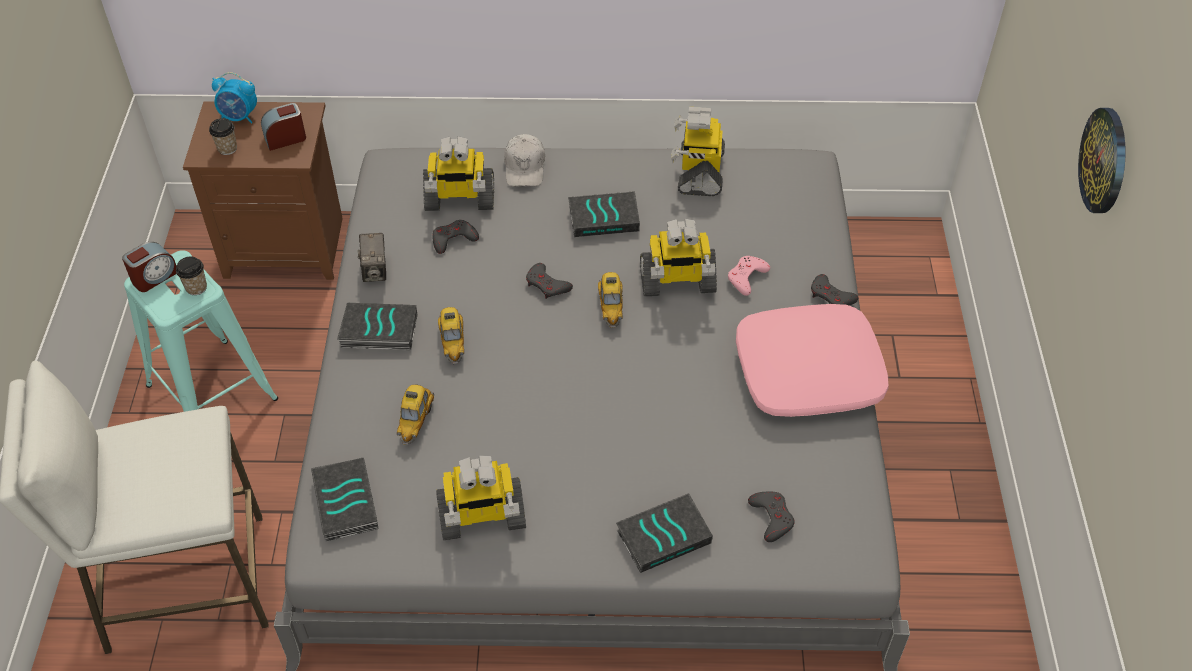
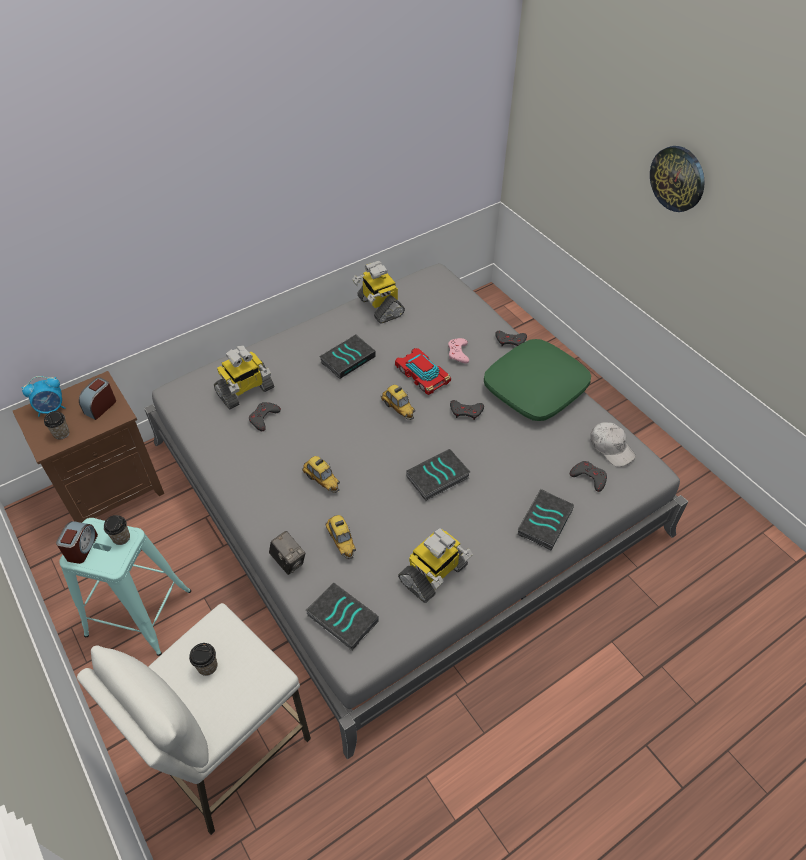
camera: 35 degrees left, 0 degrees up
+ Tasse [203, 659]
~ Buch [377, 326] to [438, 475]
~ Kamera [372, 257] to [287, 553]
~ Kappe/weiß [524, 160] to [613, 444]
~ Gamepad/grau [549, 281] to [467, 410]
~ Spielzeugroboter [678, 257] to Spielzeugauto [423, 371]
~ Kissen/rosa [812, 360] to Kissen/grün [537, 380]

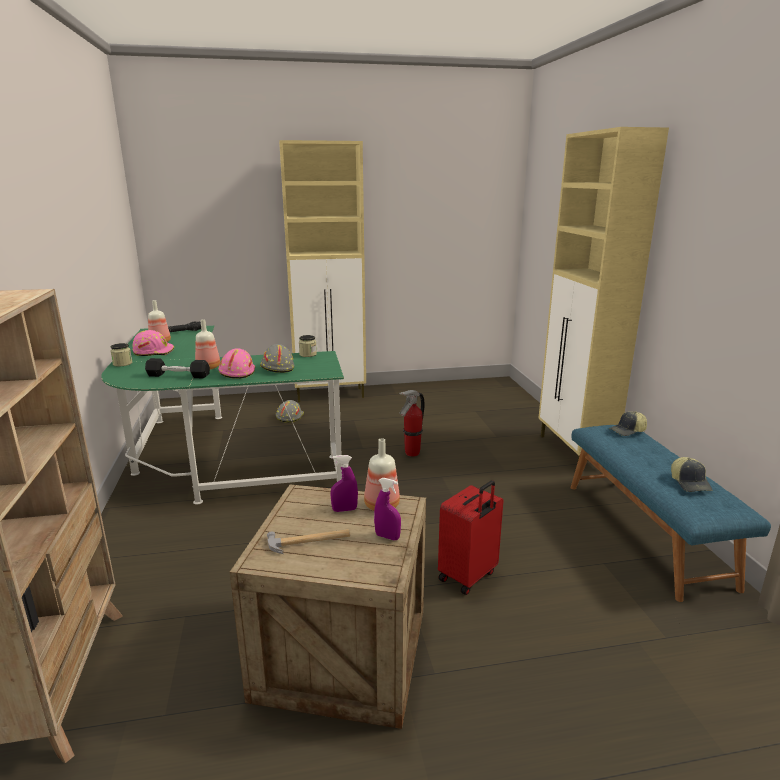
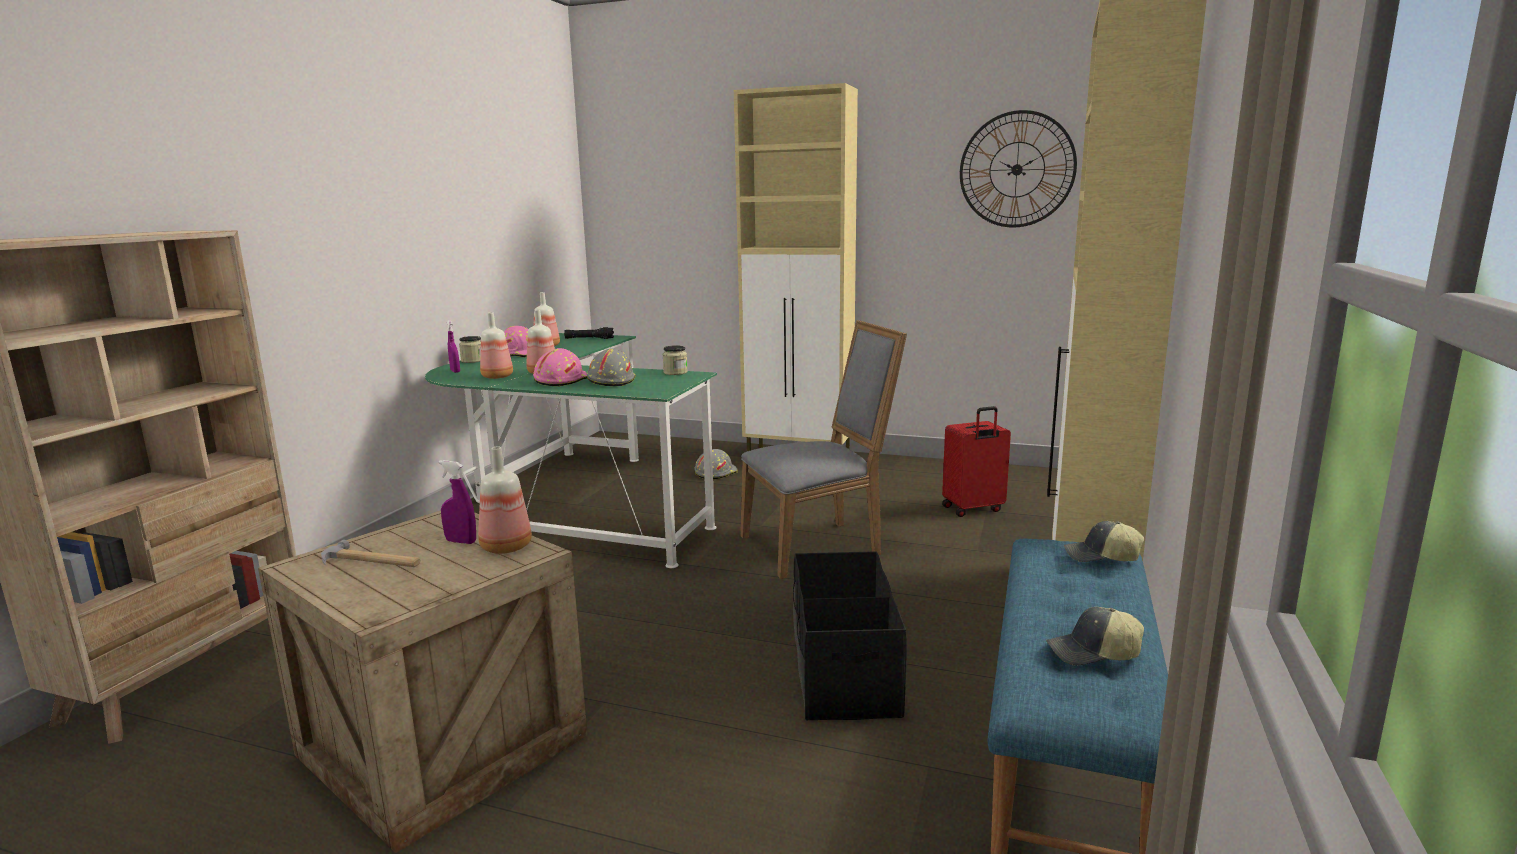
camera: 30 degrees right, 5 degrees down
+ Aufbewahrungsbox/schwarz [850, 635]
+ Wanduhr [1018, 169]
~ Sprühflasche/lila [387, 509] to [453, 346]
~ Koffer/rot [471, 537] to [976, 461]
~ Hantel/schwarz [177, 368] to Flasche [496, 345]
~ Feuerlöscher [412, 423] to Stuhl/grau [823, 449]
~ Kappe [691, 474] = [1095, 636] 60 degrees clockwise

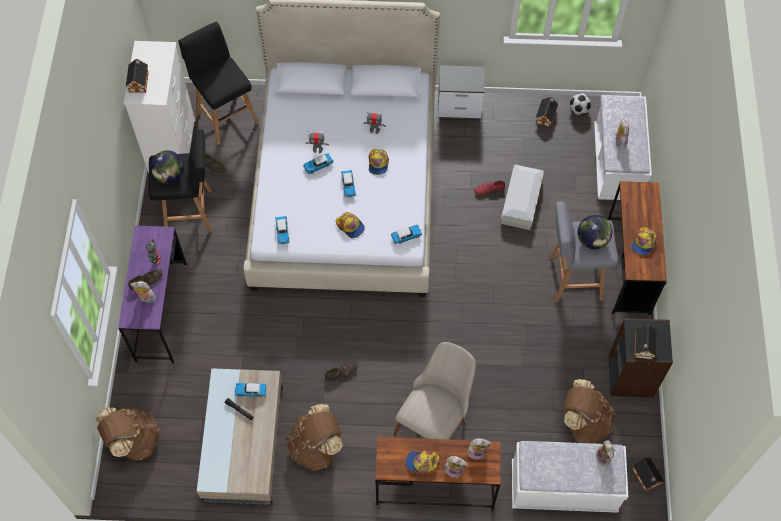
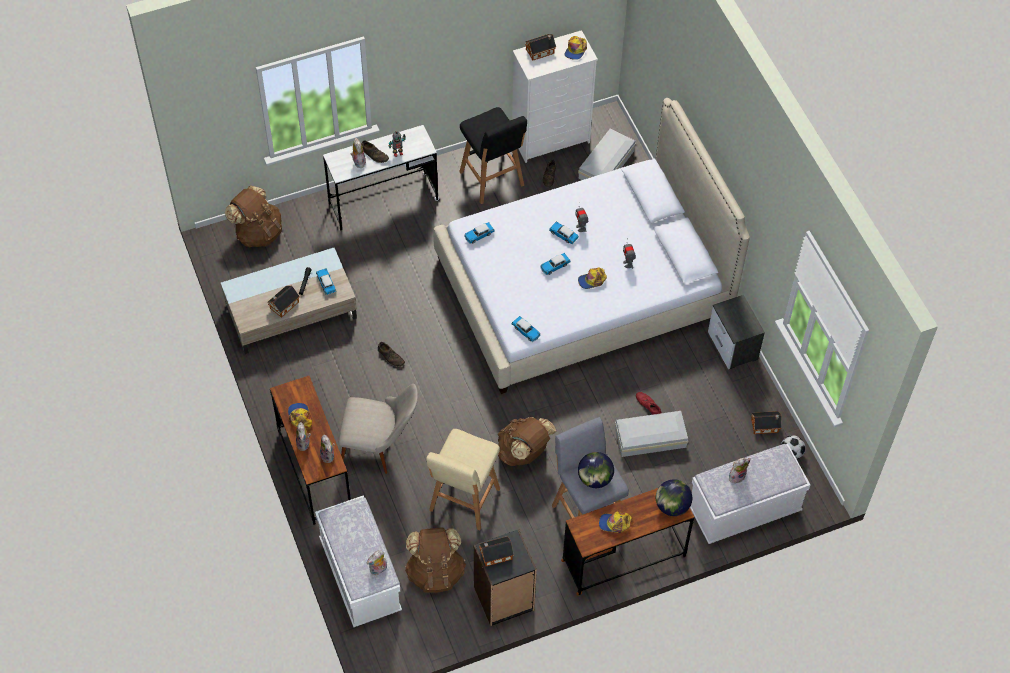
camera: 65 degrees right, 5 degrees down
+ Hocker/beige [463, 480]
~ Globus [167, 167] to [674, 497]
~ Rucksack/braun [314, 437] to [527, 441]
~ Kappe [350, 225] to [575, 48]
~ Spielzeughaus [648, 474] to [284, 302]
~ Hocker/schwarz [219, 83] to Aufbewahrungsbox/weiß [607, 154]
~ Schreibtisch/lila [152, 294] to Schreibtisch/weiß [381, 178]

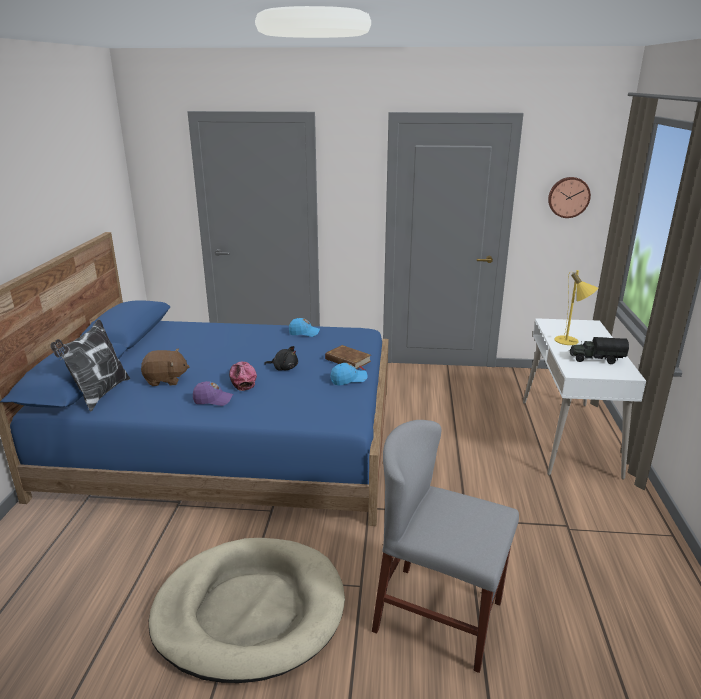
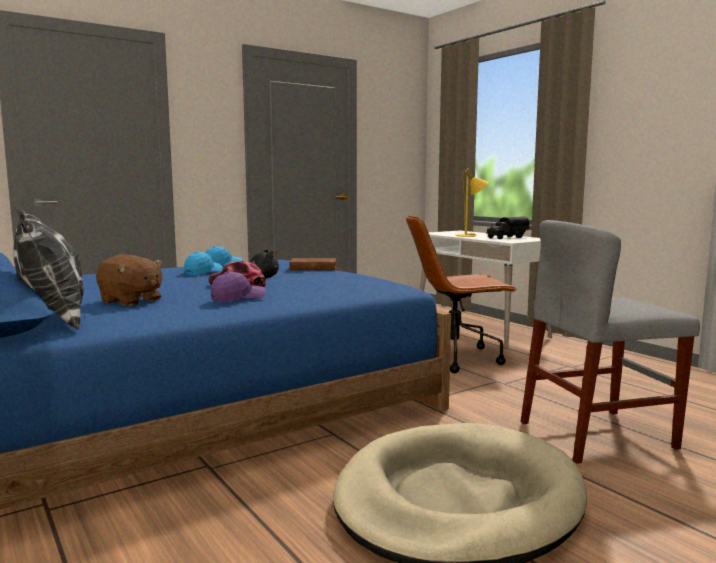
camera: 40 degrees left, 15 degrees down
- Wanduhr [569, 197]
+ Bürostuhl/braun [461, 294]
~ Kappe/blau [349, 374] to [203, 263]
~ Plüschtier/braun [165, 367] = [129, 280] 75 degrees clockwise

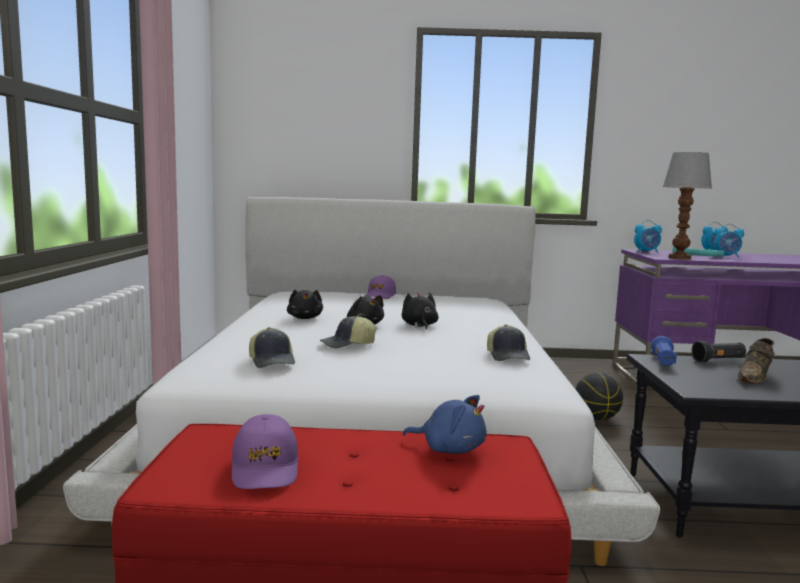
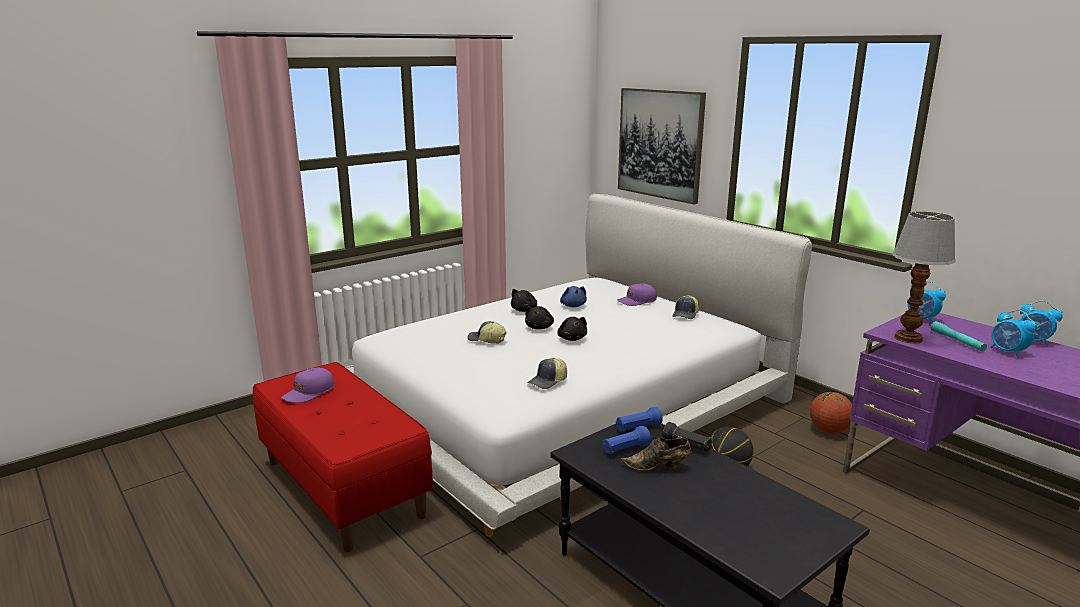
camera: 50 degrees right, 10 degrees up
+ Taschenlampe/blau [626, 440]
+ Bild [662, 146]
+ Basketball [831, 413]
~ Kappe [272, 347] to [685, 307]
~ Plüschtier/blau [445, 424] to [573, 296]
~ Plüschtier/schwarz [420, 311] = [572, 329] 120 degrees clockwise

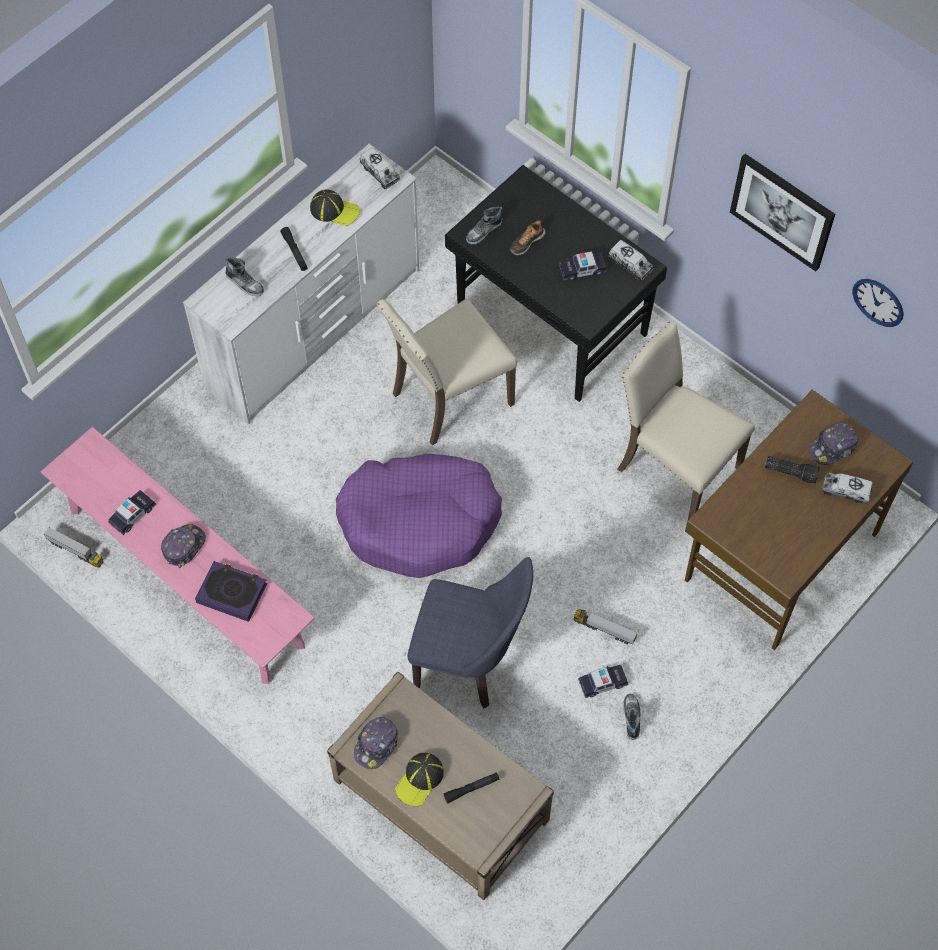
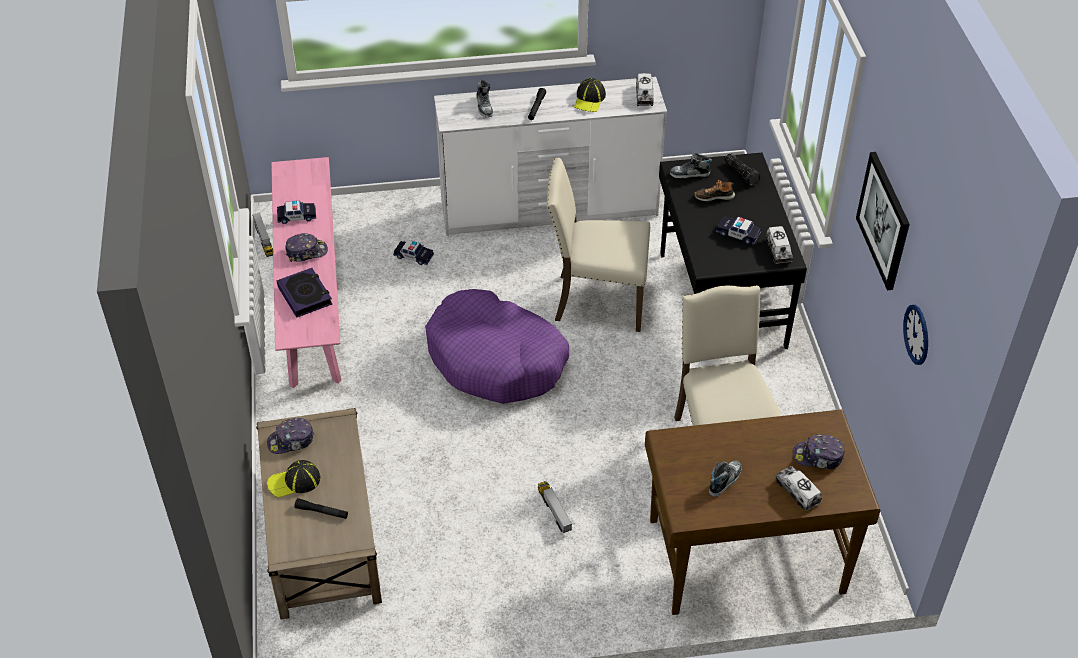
camera: 40 degrees right, 15 degrees down
- Stuhl/blau [470, 633]
~ Spielzeugauto [603, 681] to [413, 252]
~ Schuh [632, 717] to [725, 478]
~ Taschenlampe [792, 470] to [743, 169]
~ Kappe [335, 207] = [590, 95] 45 degrees clockwise

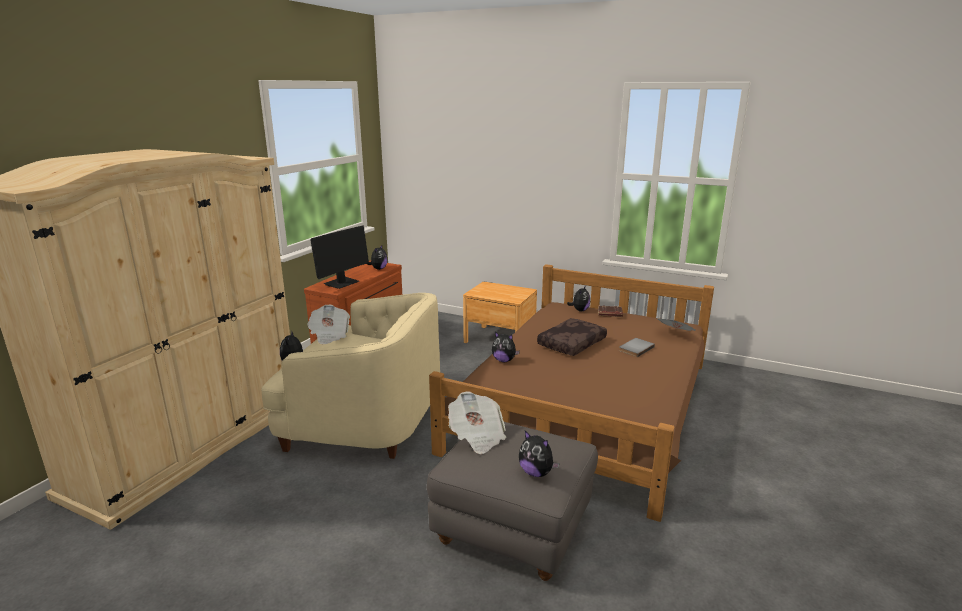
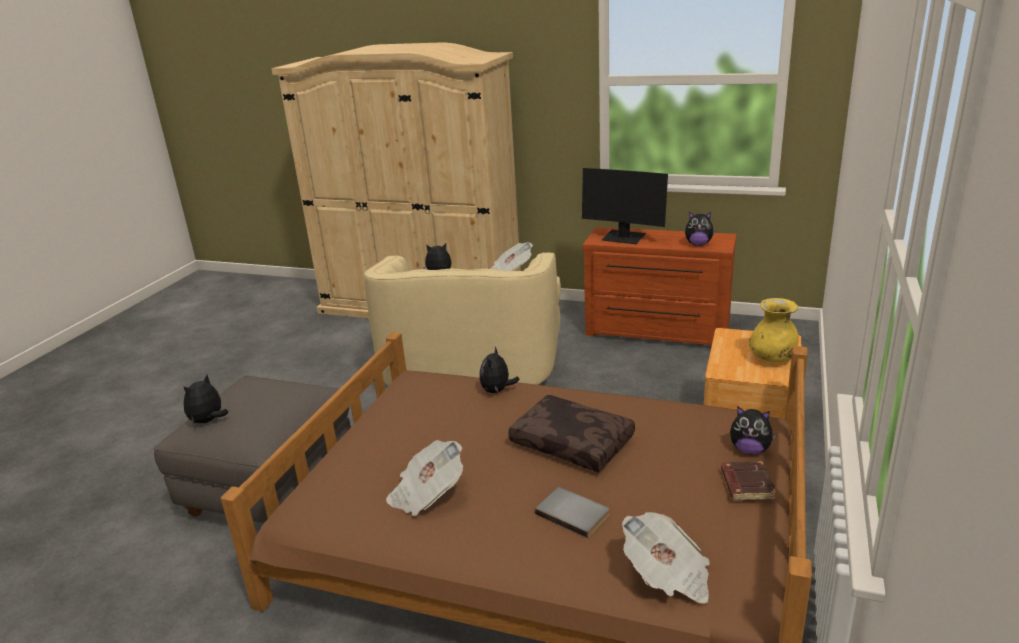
camera: 85 degrees right, 5 degrees up
+ Vase/gelb [773, 330]
~ Zeitung [477, 422] to [424, 478]

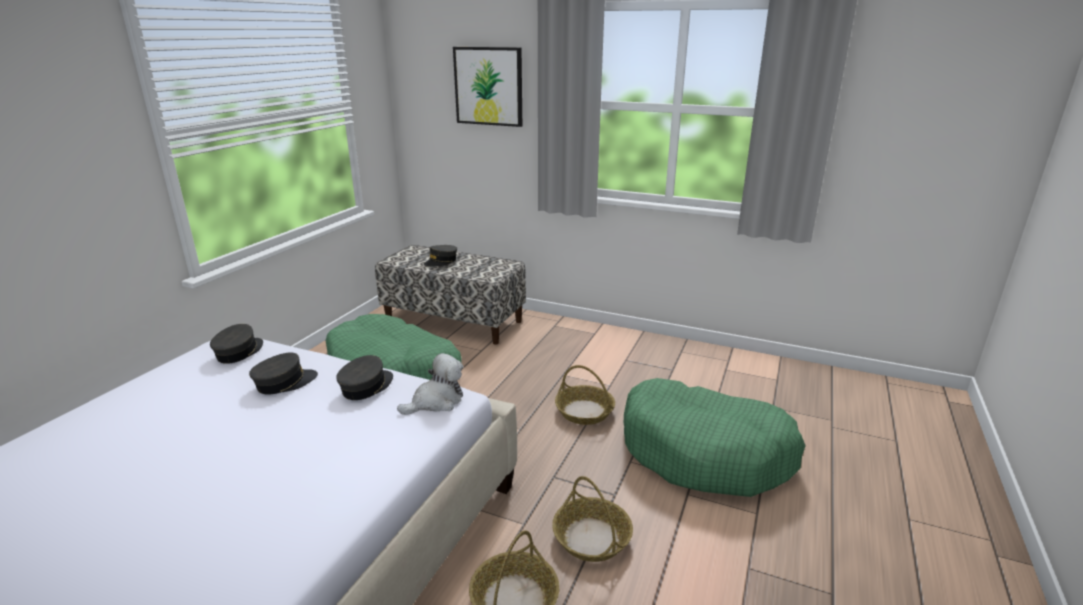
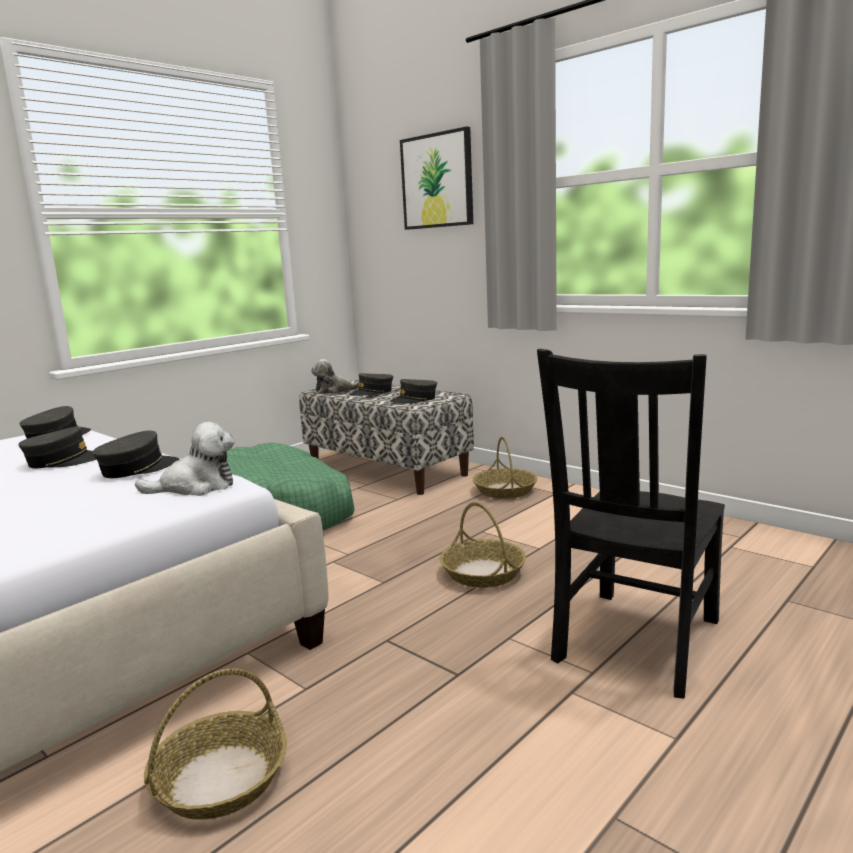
camera: 20 degrees right, 10 degrees down
+ Plüschtier [335, 376]
+ Kappe/grau [413, 391]
~ Korb [592, 519] to [505, 468]
~ Hundebett/grün [715, 437] to Stuhl/schwarz [631, 524]

